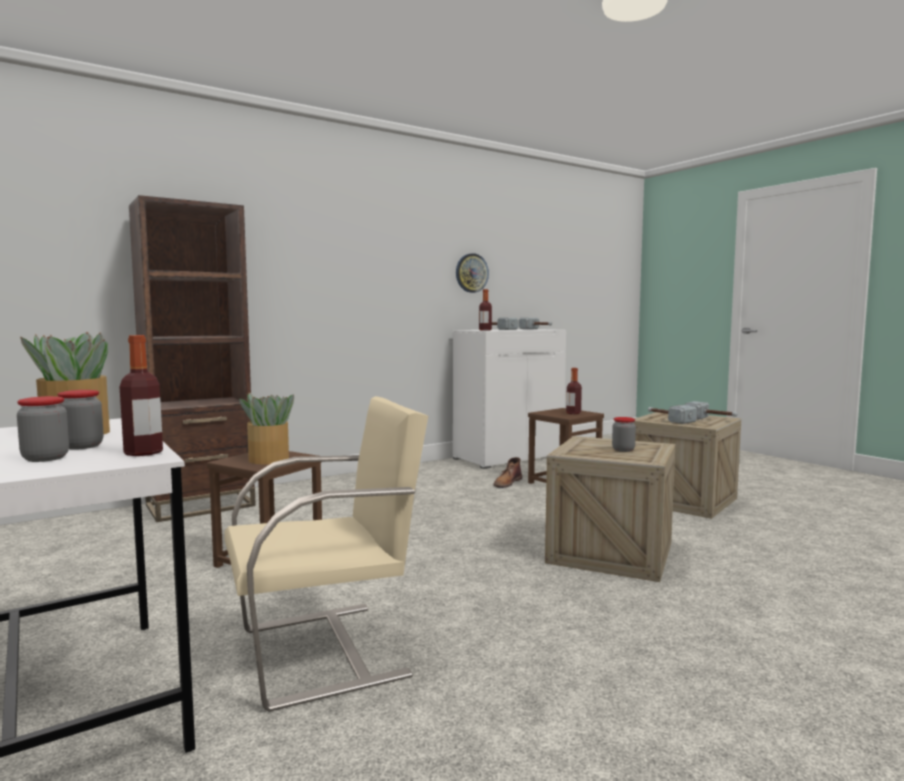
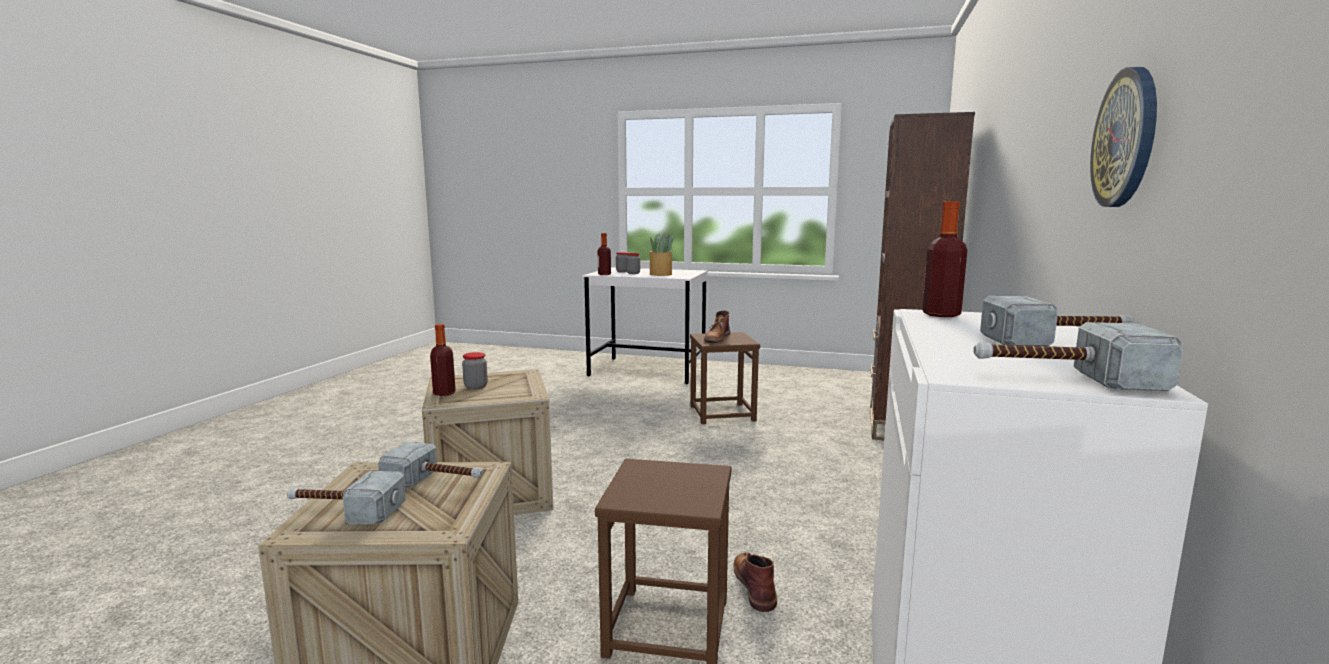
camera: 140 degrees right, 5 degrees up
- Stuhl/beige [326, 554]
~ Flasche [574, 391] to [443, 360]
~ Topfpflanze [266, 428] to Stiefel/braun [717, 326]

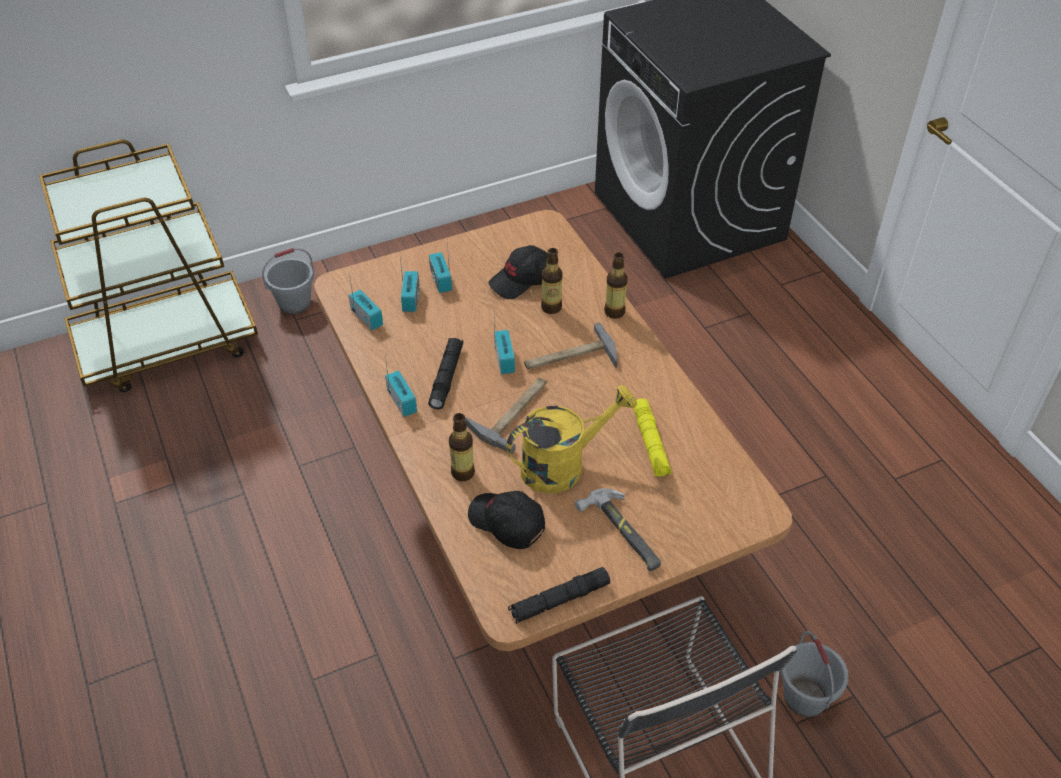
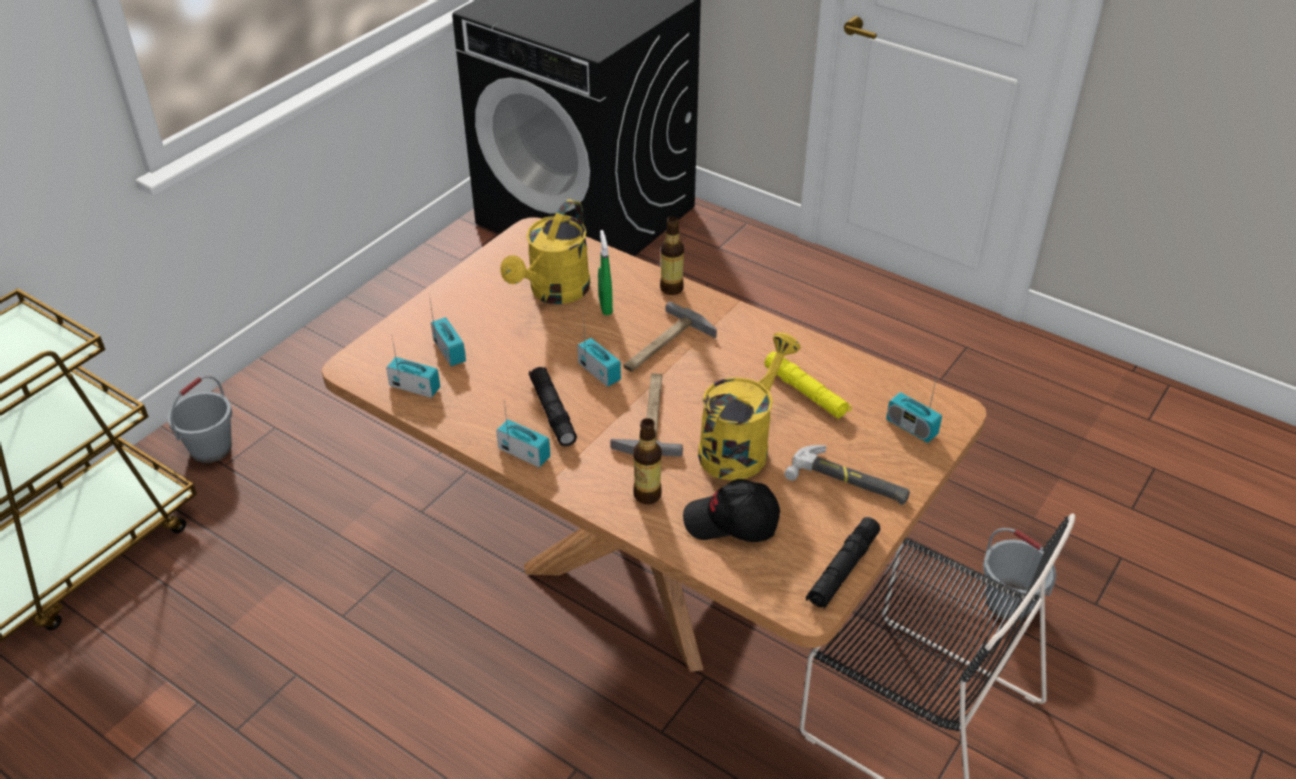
camera: 30 degrees left, 5 degrees down
~ Radio [440, 268] to [914, 407]
~ Kappe/schwarz [518, 272] to Gießkanne/gelb [546, 251]
~ Flasche [552, 281] to Sprühflasche/grün [605, 272]

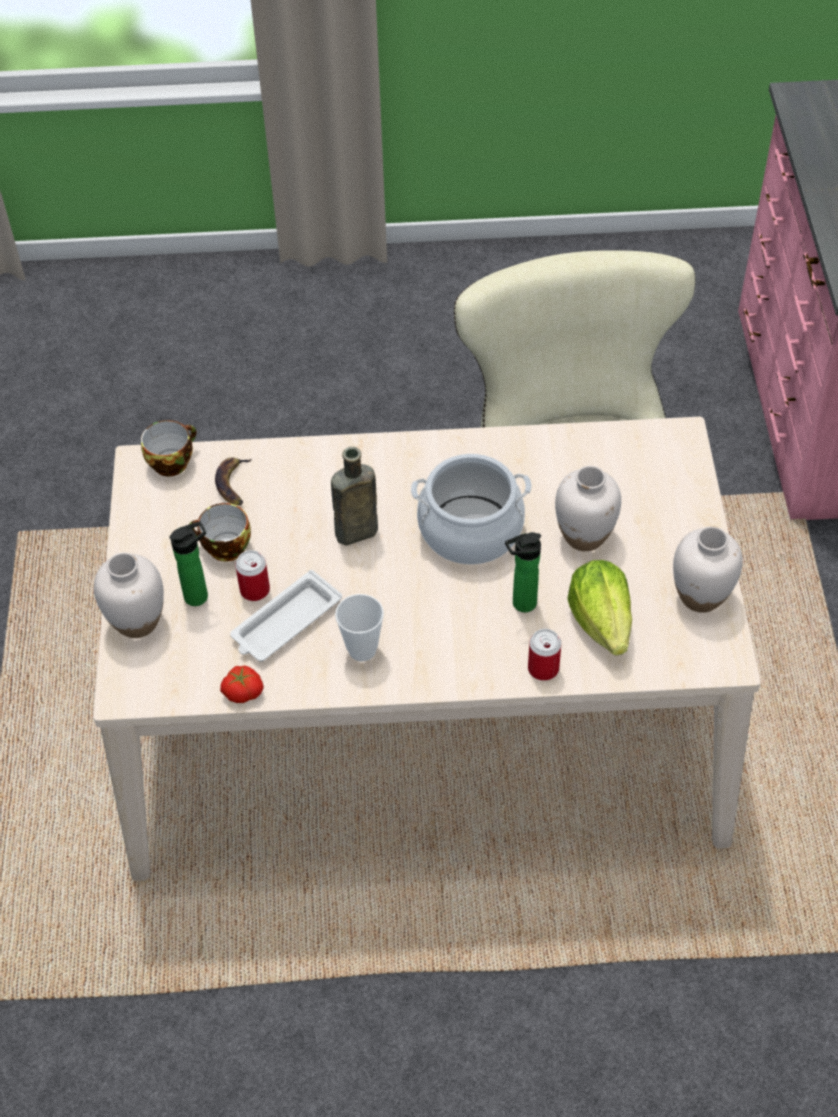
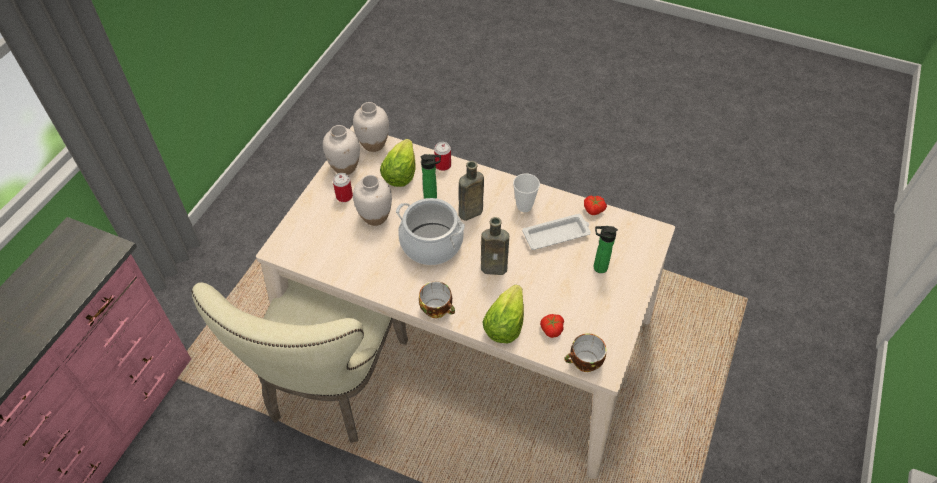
camera: 155 degrees left, 0 degrees up
+ Flasche/braun [471, 191]
+ Salatkopf [503, 314]
~ Vase/weiß [129, 595] to [371, 127]
~ Tasse [220, 532] to [437, 299]
~ Dose [252, 575] to [343, 187]
~ Banane [233, 481] to Tomate [552, 326]

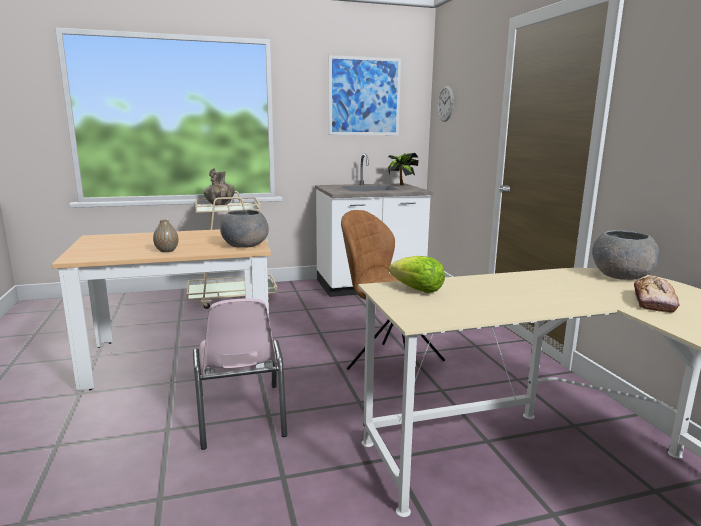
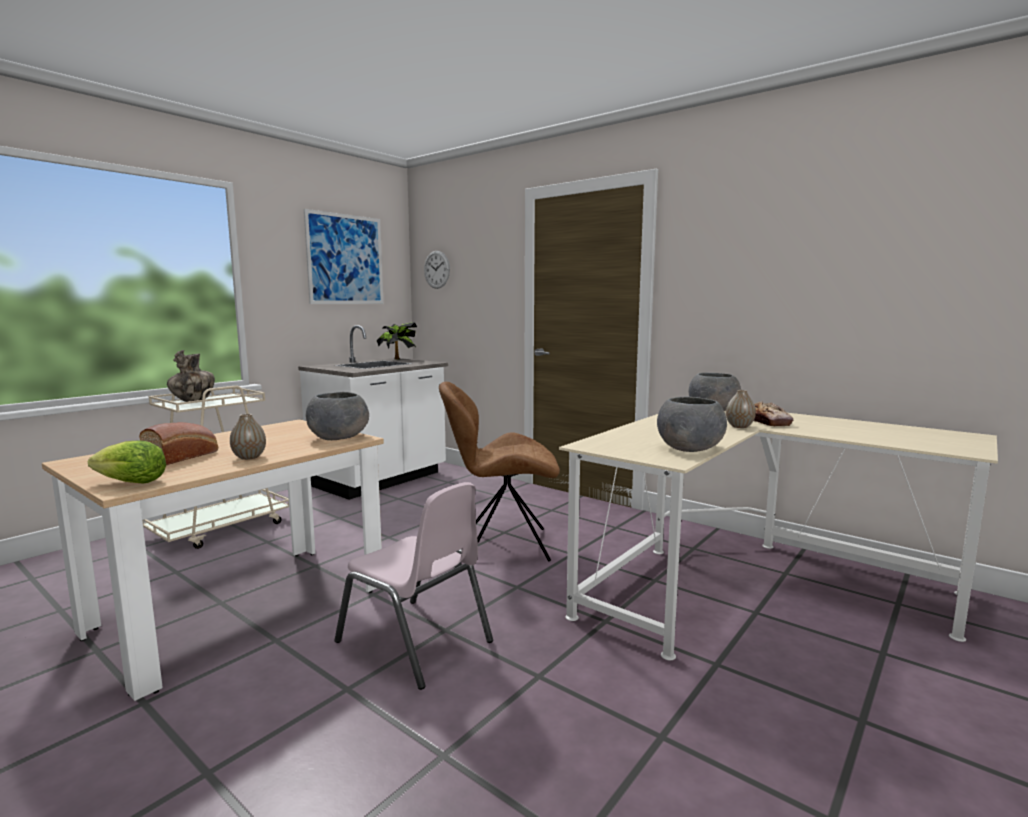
camera: 35 degrees left, 5 degrees down
+ Brot [178, 443]
+ Schüssel/grau [692, 424]
+ Vase [741, 409]
~ Salatkopf [417, 274] to [127, 462]

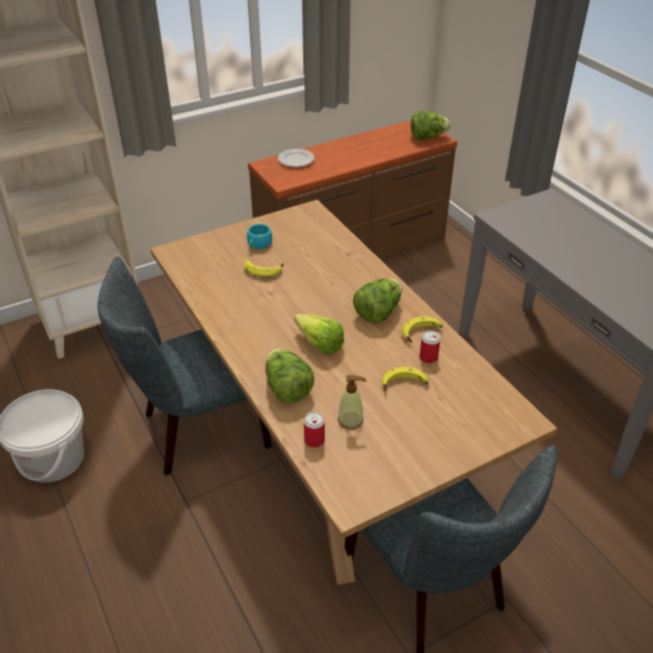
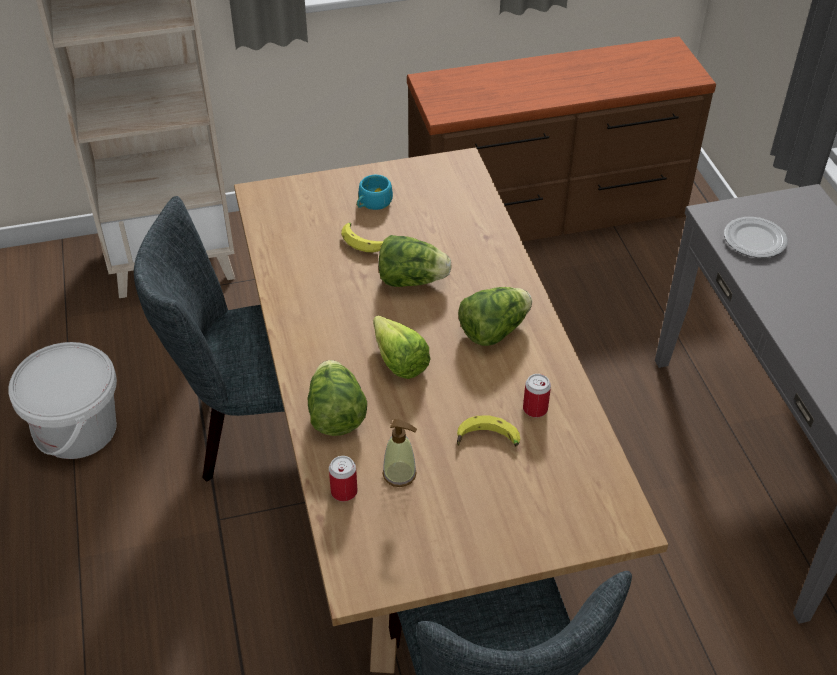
camera: 15 degrees right, 5 degrees up
- Banane [422, 329]
~ Teller [296, 158] to [756, 237]
~ Salatkopf [430, 125] to [415, 261]

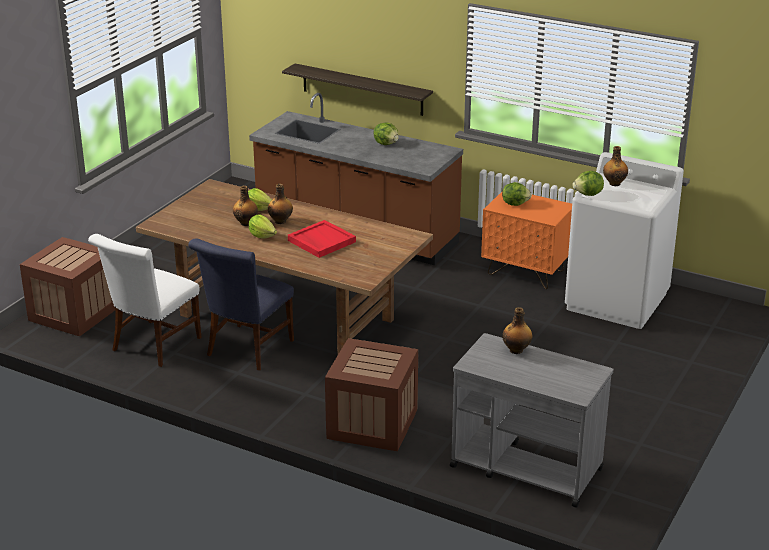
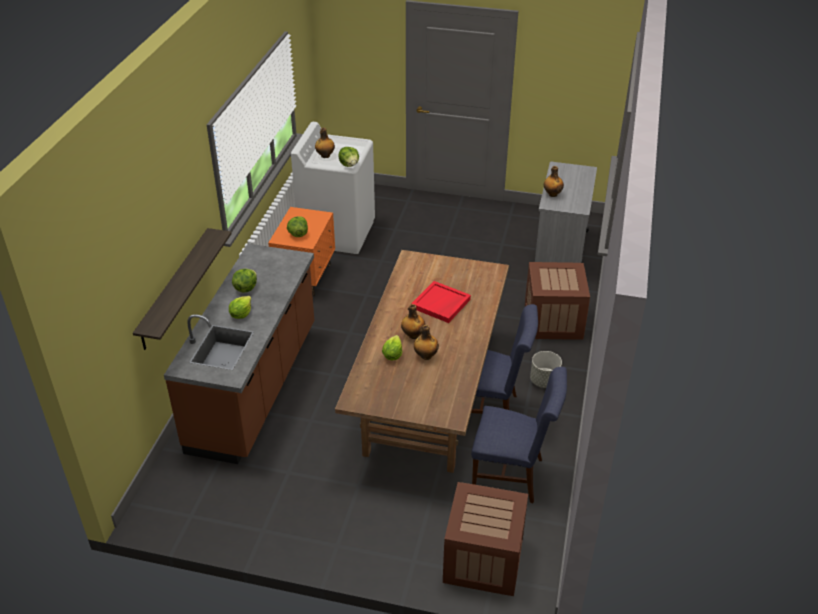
camera: 105 degrees left, 10 degrees up
+ Pflanzkübel/grau [546, 369]
~ Salatkopf [263, 226] to [240, 307]
~ Stuhl/weiß [145, 300] to Stuhl/blau [519, 435]

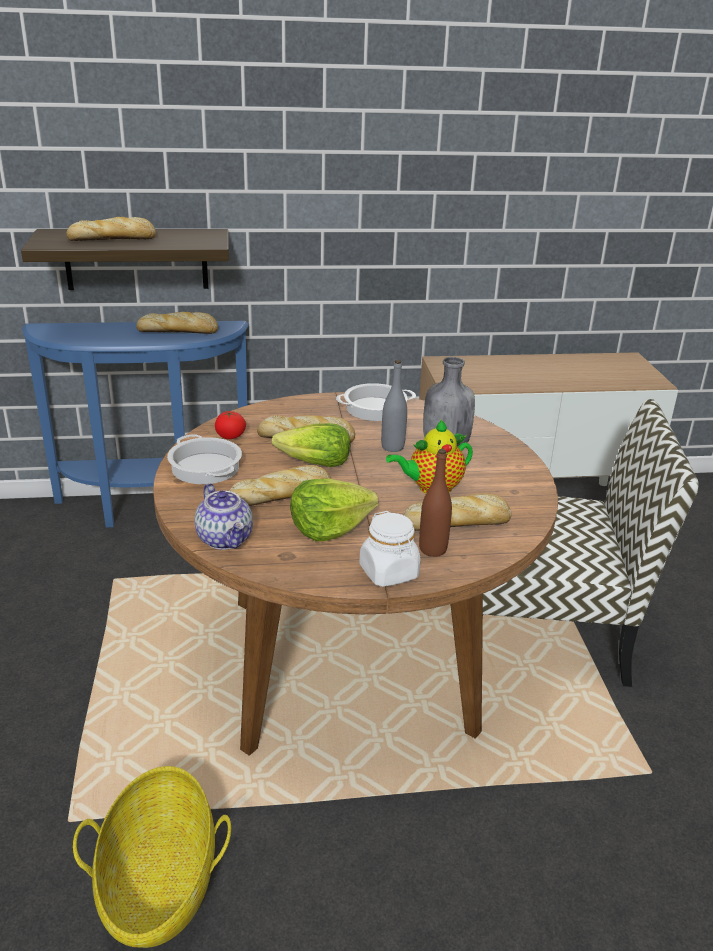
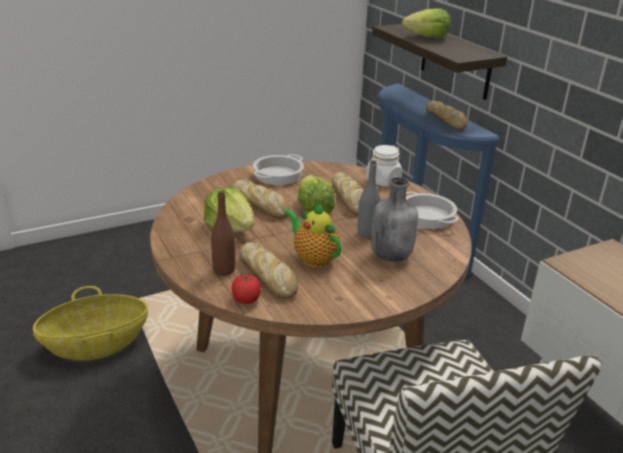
camera: 70 degrees right, 0 degrees up
- Teekanne [223, 516]
~ Tomate [230, 425] to [246, 289]
~ Vorratsglas/weiß [390, 549] to [384, 166]
~ Brot [111, 229] to Salatkopf [426, 23]

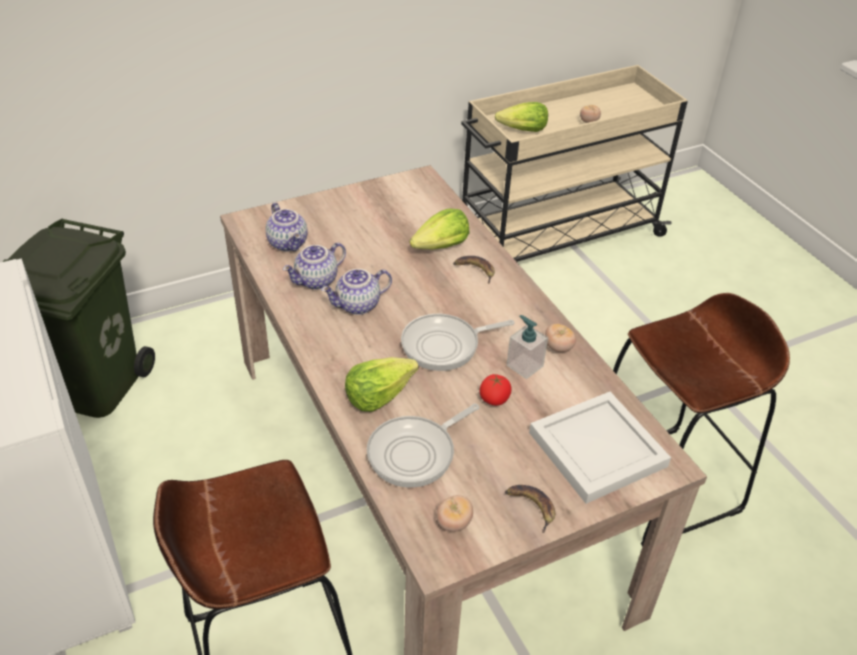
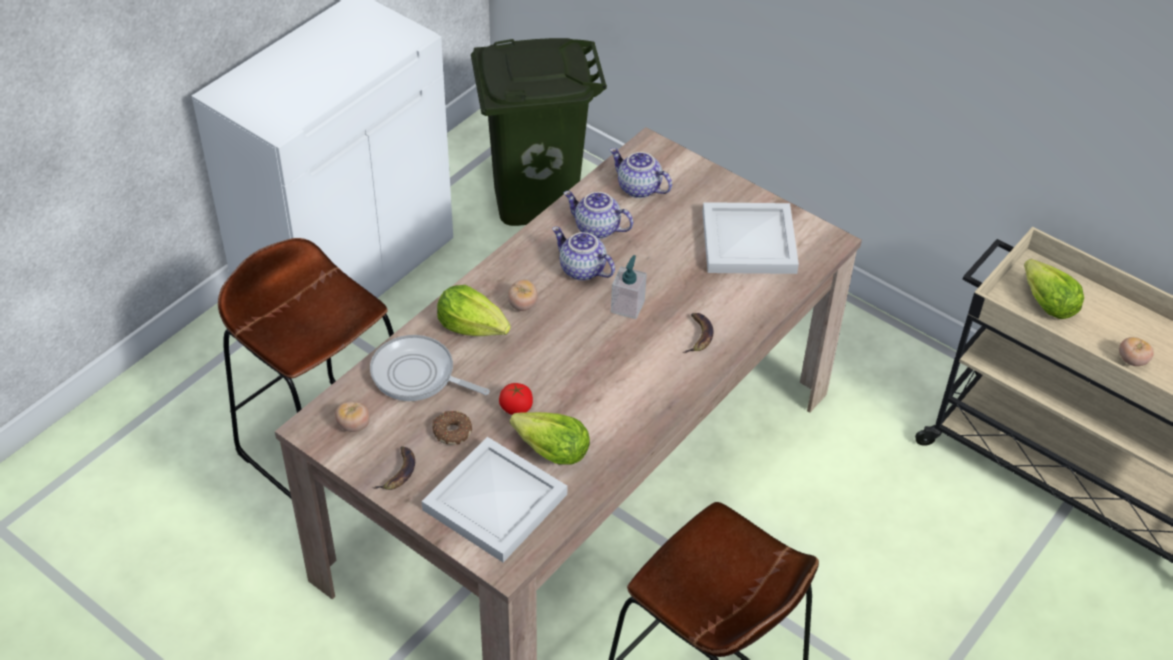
camera: 65 degrees right, 5 degrees up
- Pfanne [458, 342]
+ Donut [452, 428]
+ Tablett/weiß [751, 238]
~ Salatkopf [440, 229] to [550, 438]
~ Seifenspender [527, 347] to [629, 287]
~ Tomate [560, 338] to [523, 295]
~ Teekanne [286, 227] = [641, 173] 90 degrees clockwise

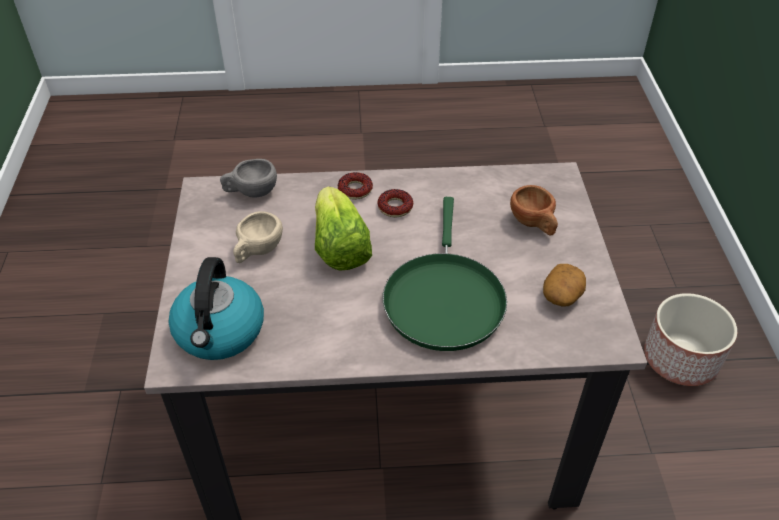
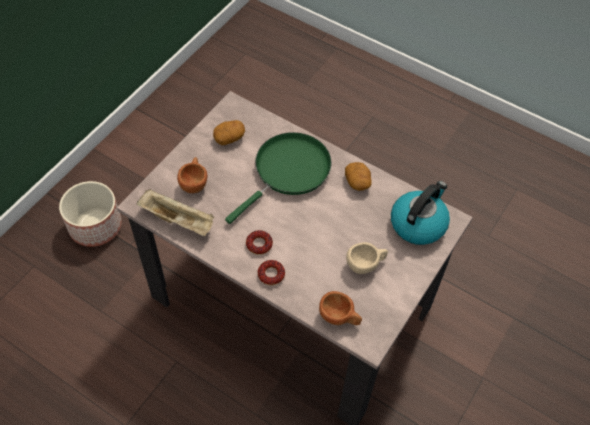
camera: 145 degrees left, 10 degrees up
- Salatkopf [343, 229]
+ Tablett/beige [175, 212]
+ Kartoffel [358, 176]
~ Tasse/grau [248, 178] to Tasse/braun [340, 308]

